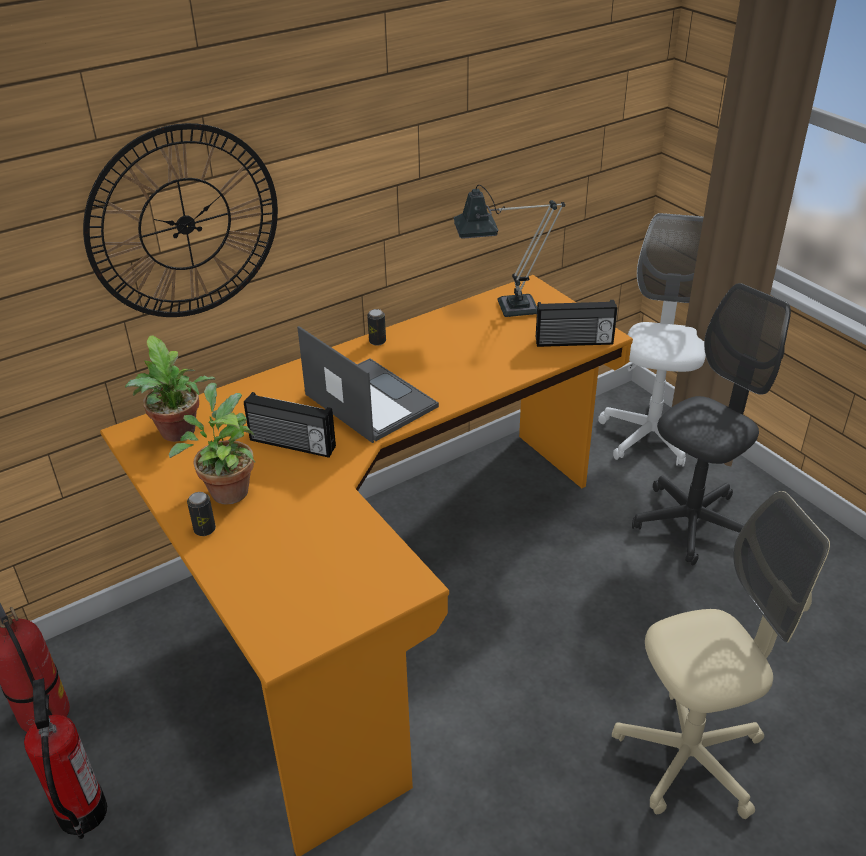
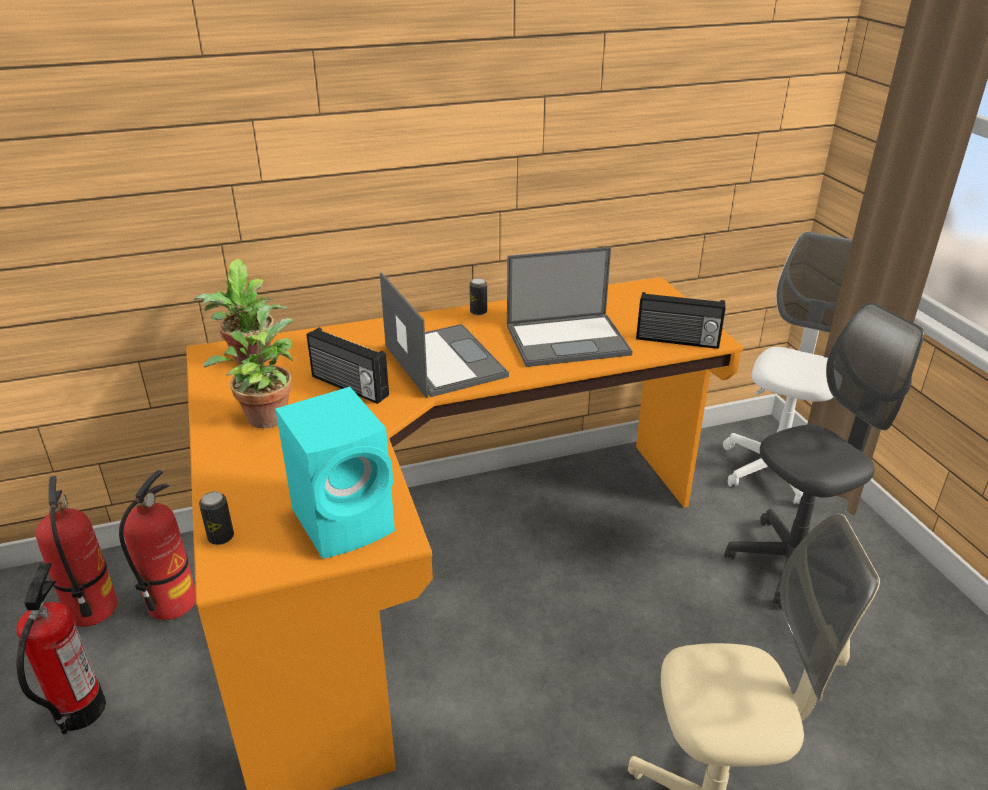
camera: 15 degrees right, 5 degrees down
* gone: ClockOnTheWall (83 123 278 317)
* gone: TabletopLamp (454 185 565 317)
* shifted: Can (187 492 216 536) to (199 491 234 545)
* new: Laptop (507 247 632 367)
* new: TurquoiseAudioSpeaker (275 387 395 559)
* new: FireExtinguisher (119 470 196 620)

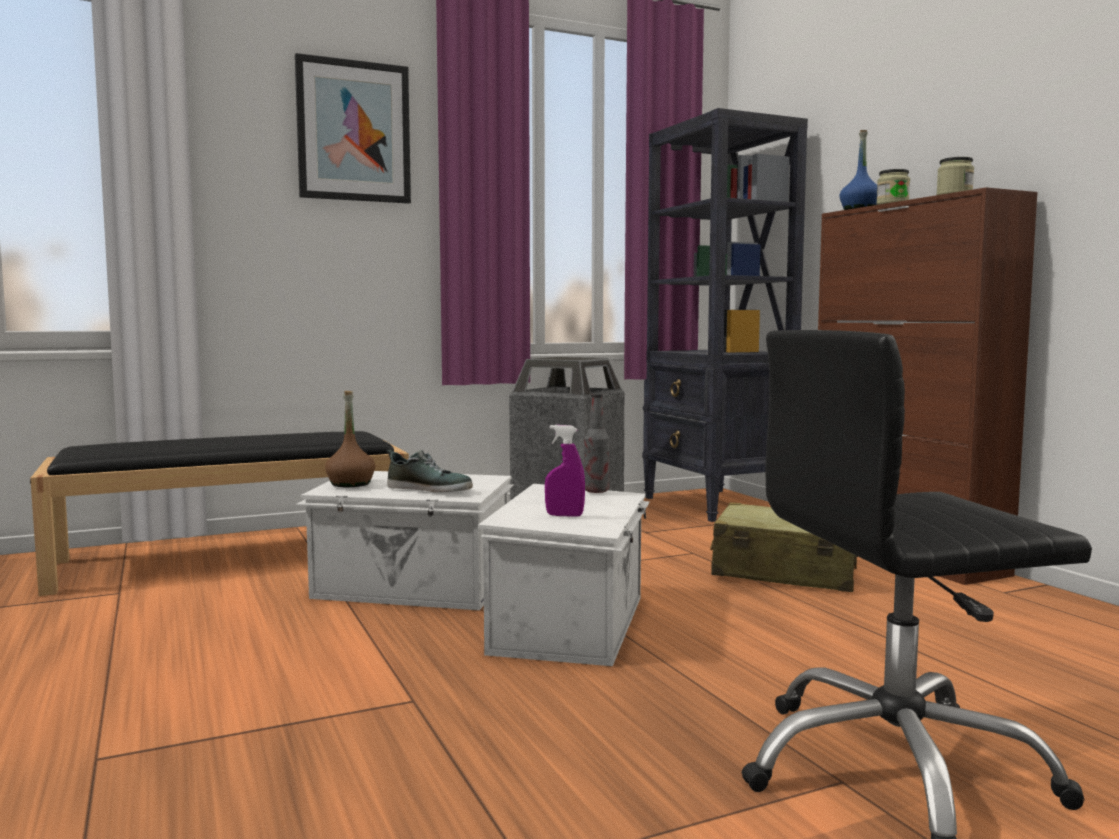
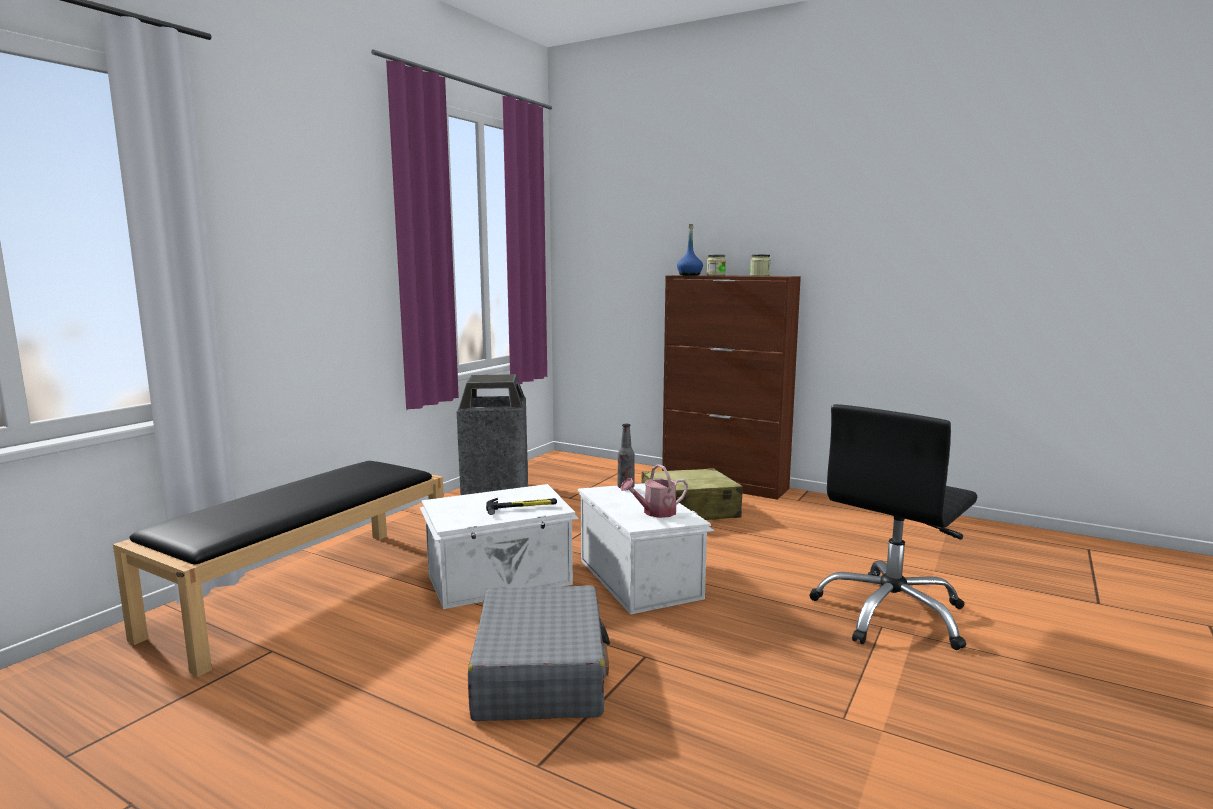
camera: 35 degrees left, 5 degrees up
* gone: Picture (295 53 411 204)
* gone: BlackColouredShelvingUnit (642 108 808 522)
* gone: BrownishBeverageBottle (325 391 375 487)
* swapped: PurpleColouredSprayBottle (545 425 585 517) to WateringCan (620 464 688 518)
* swapped: Shoe (387 450 473 492) to HandHammer (486 498 557 515)
* new: GrayPieceOfLuggage (468 585 610 721)

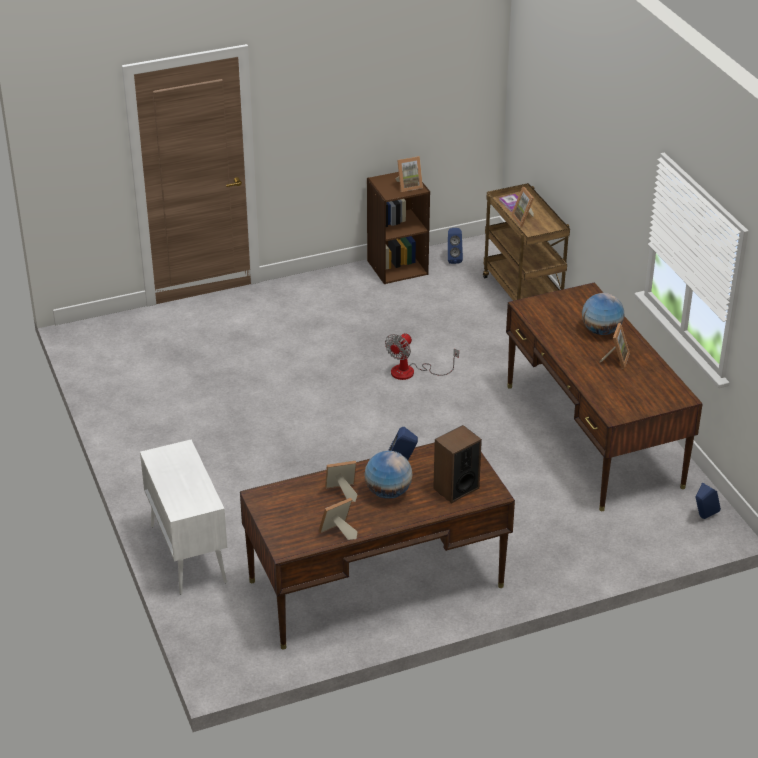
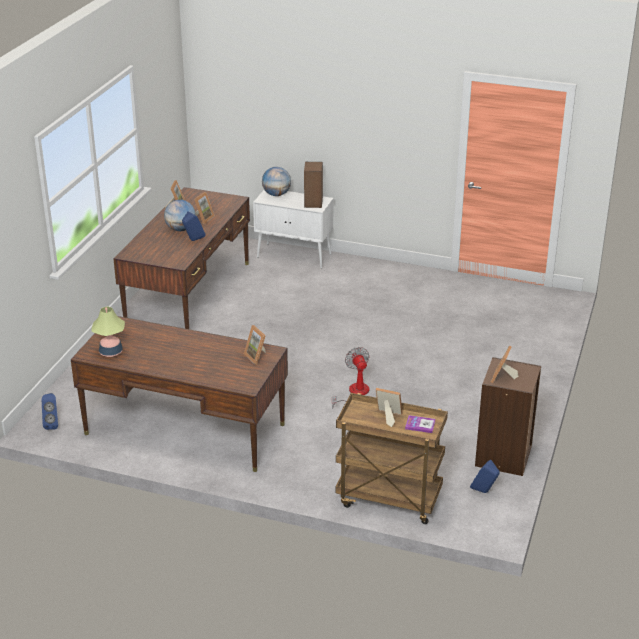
camera: 130 degrees right, 5 degrees down
* shifted: WorldGlobe (582 293 624 335) to (262 167 291 196)
* shifted: StandingFrame (600 323 630 369) to (244 325 266 365)
* shifted: AudioSpeaker (433 425 482 503) to (304 162 323 208)
* new: TabletopLamp (91 307 125 357)

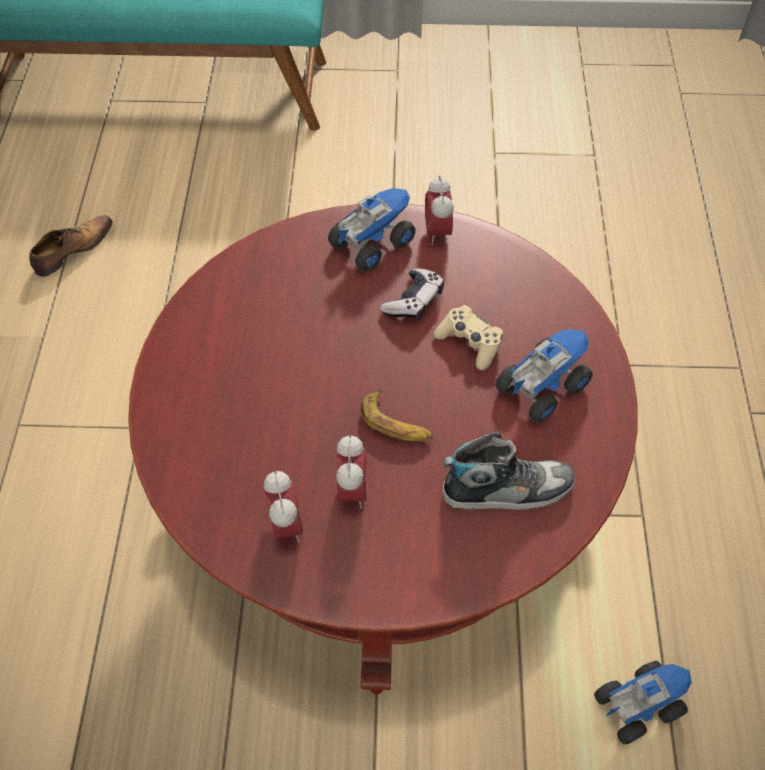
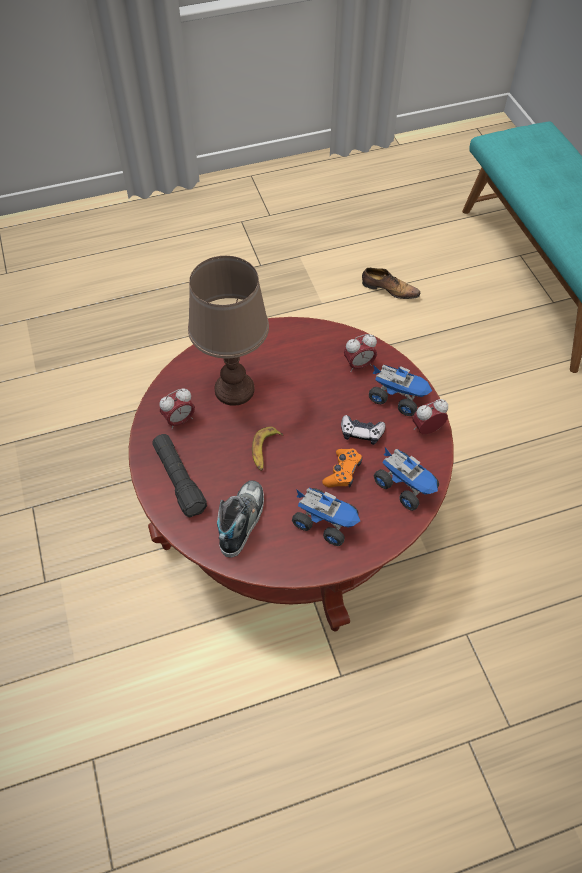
camera: 70 degrees right, 0 degrees up
* repainted: SandColouredJoypad (433 305 503 370) to OrangeColouredJoypad (322 449 362 487)
* rotated: Shoe (443 431 575 510) = (217 481 264 558) 135 degrees counterclockwise
* shifted: AlarmClock (336 435 367 509) to (344 334 377 372)
* shifted: ToyTruck (594 661 692 744) to (374 447 439 511)
* new: BrownishTabletopLamp (188 256 269 406)
* new: BlackColouredTorch (152 434 207 518)

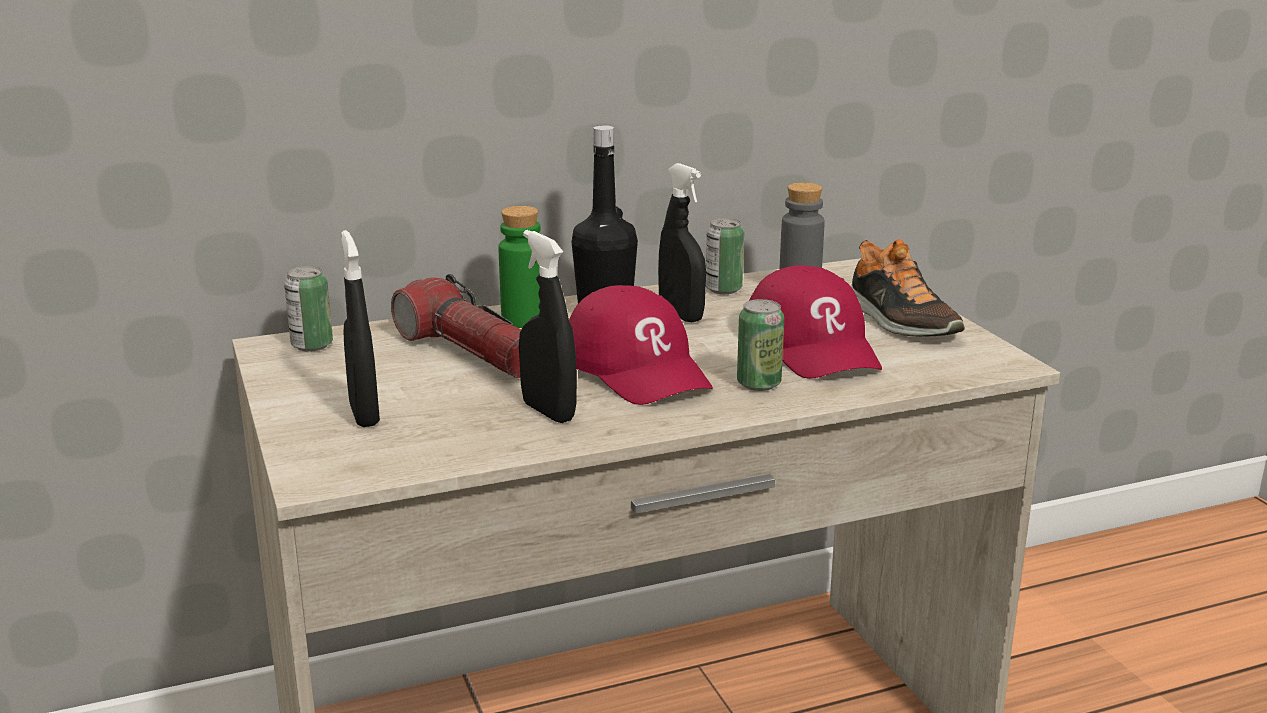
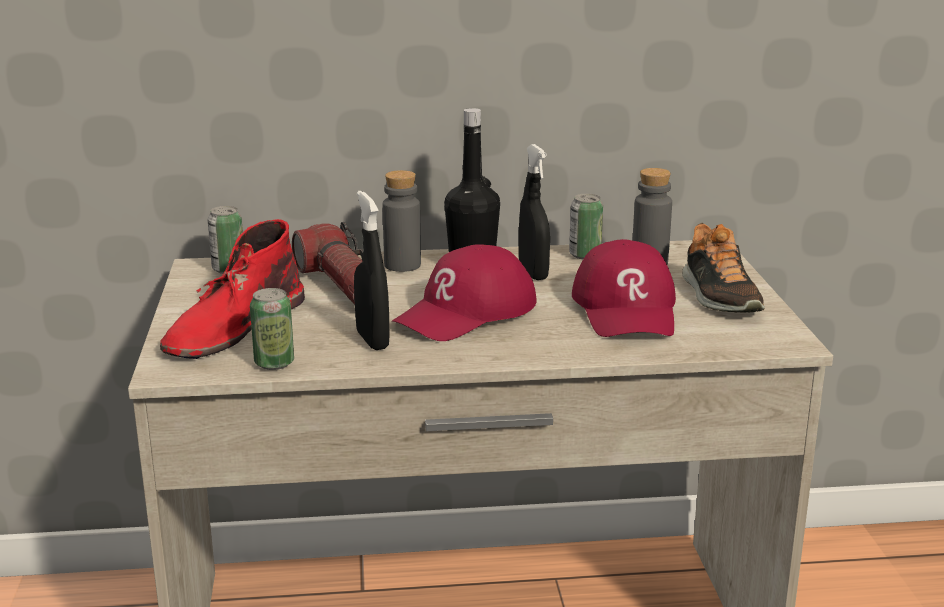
camera: 15 degrees right, 0 degrees up
* repainted: GreenColouredBeverageBottle (499 206 540 328) to GrayBeverageBottle (383 170 421 272)
* swapped: BlackColouredSprayBottle (341 230 380 427) to RedColouredHighTopBoot (160 219 305 359)
* rotated: RedColouredPeakedCap (569 285 713 405) = (392 244 537 341) 60 degrees clockwise
* shifted: Can (737 299 784 391) to (250 288 294 370)

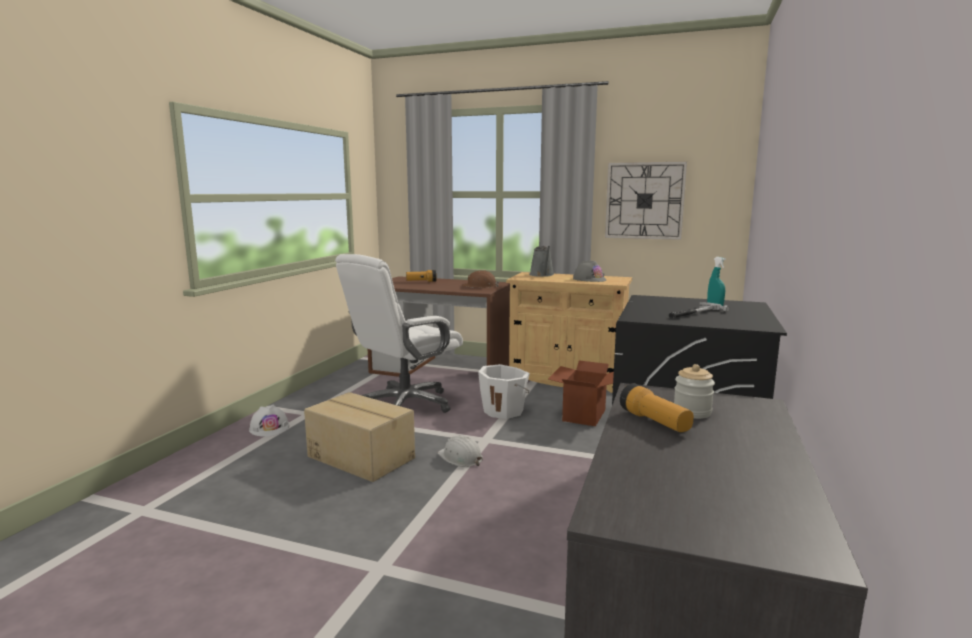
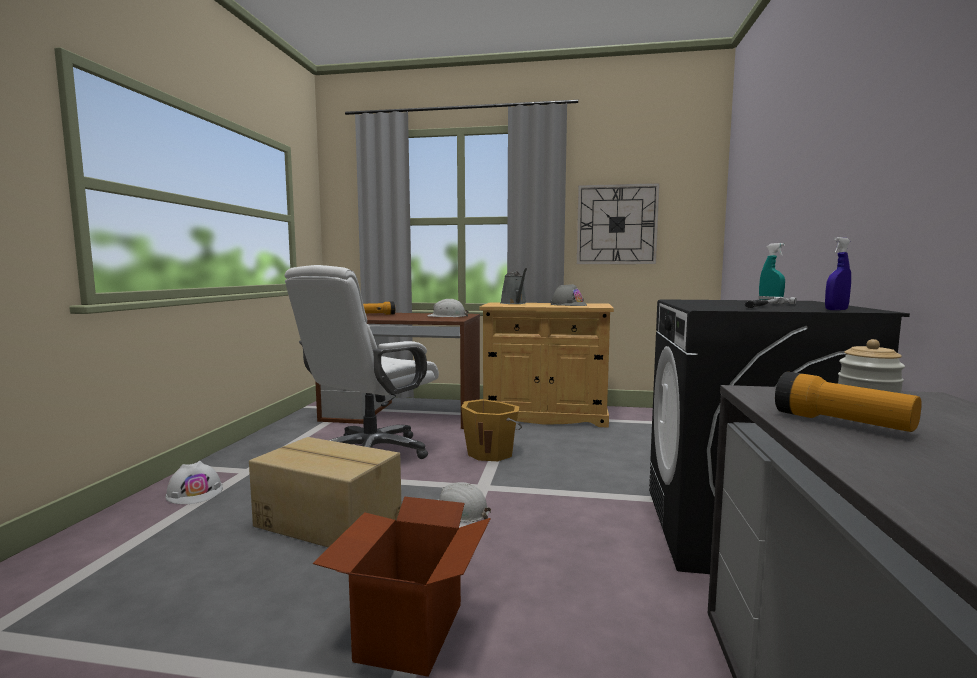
camera: 10 degrees left, 5 degrees down
* repainted: BrownishHardHat (462 270 499 288) to WhiteHardHat (427 299 469 317)
* shifted: PackingBox (548 360 614 426) to (313 497 491 677)
* repainted: WhiteBucket (478 364 530 419) to OrangeColouredBucket (461 399 522 461)
* new: BluishSprayBottle (825 237 851 310)

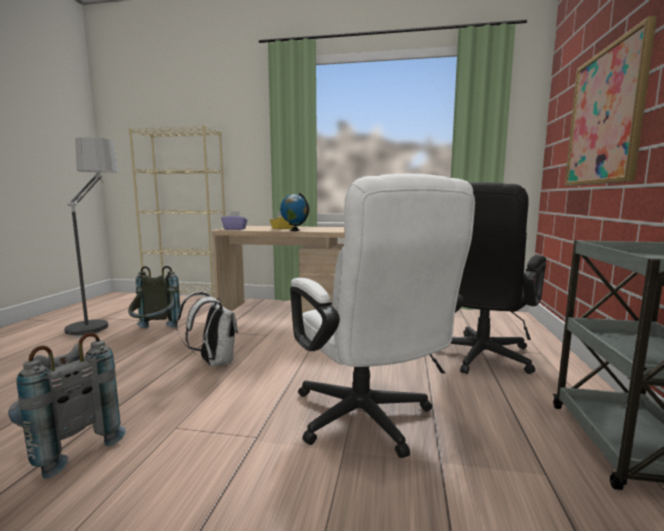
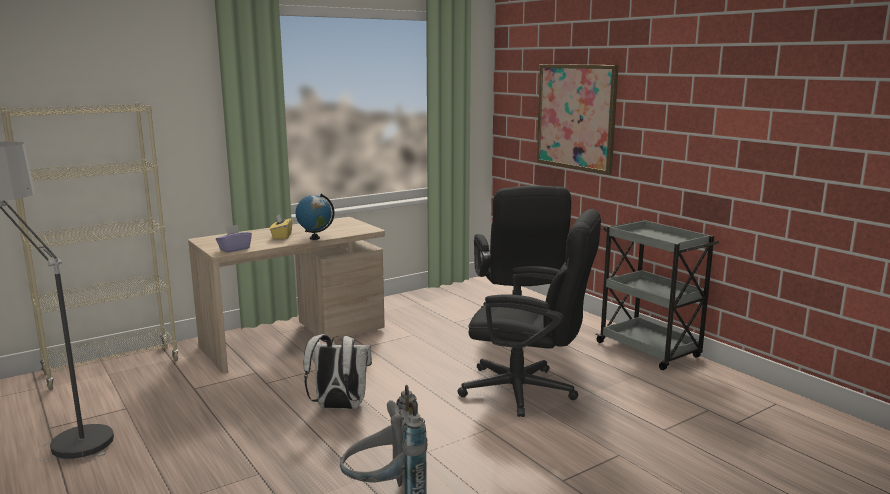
camera: 45 degrees left, 5 degrees up
* repainted: WhiteOfficeChair (290 174 475 458) to BlackColouredOfficeChair (458 209 601 417)
* gone: GrayRucksack (128 266 181 328)

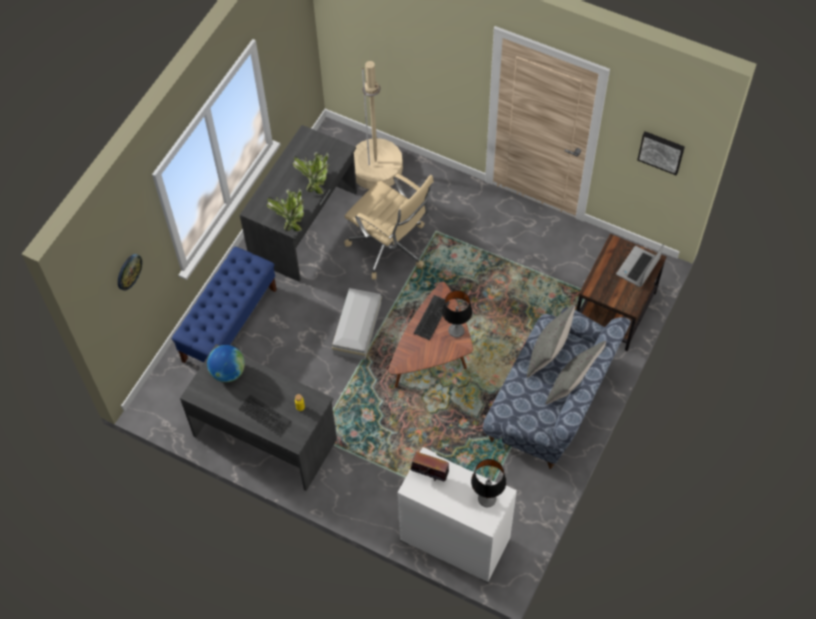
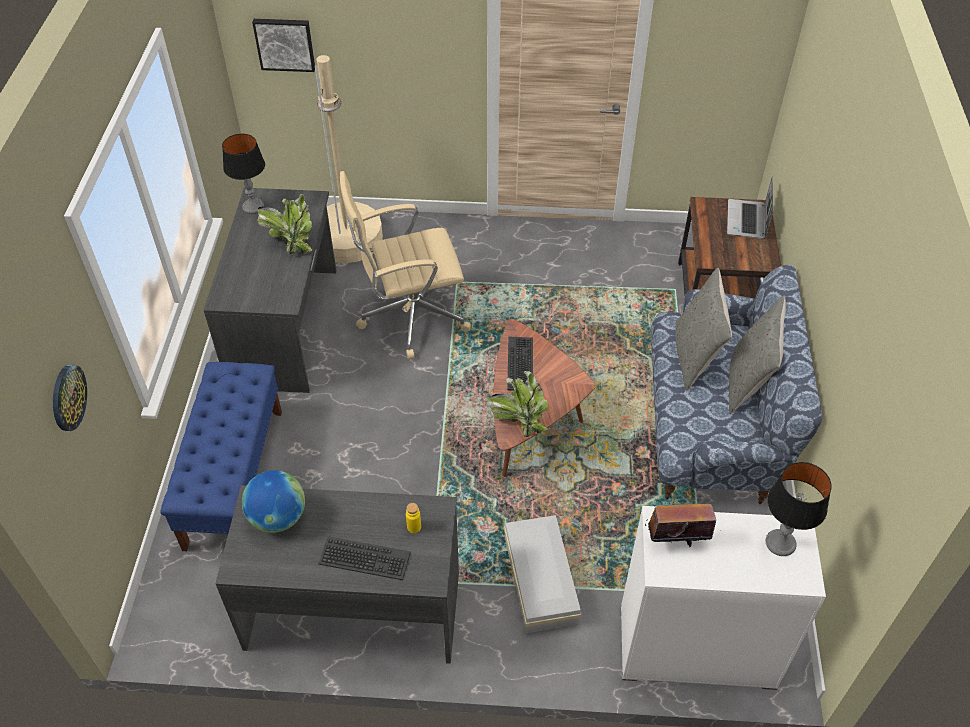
camera: 25 degrees left, 10 degrees down
* shifted: Picture (637 131 685 175) to (252 19 315 72)
* rotated: SandColouredOfficeChair (344 174 434 280) = (340 171 471 360) 150 degrees clockwise
* shifted: PottedPlant (267 189 304 231) to (487 371 549 437)
* shifted: WhiteStorageContainer (332 288 382 360) to (504 515 581 633)
* shifted: TabletopLamp (442 290 472 338) to (222 134 265 214)

